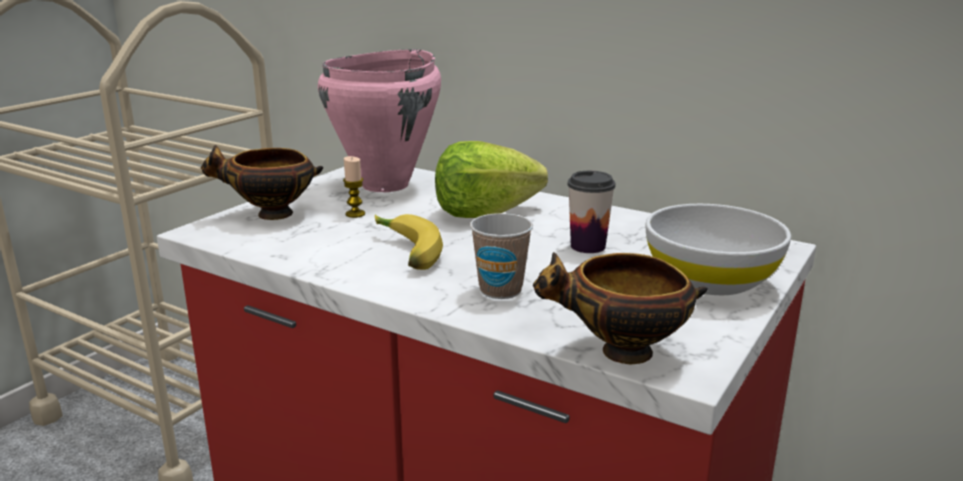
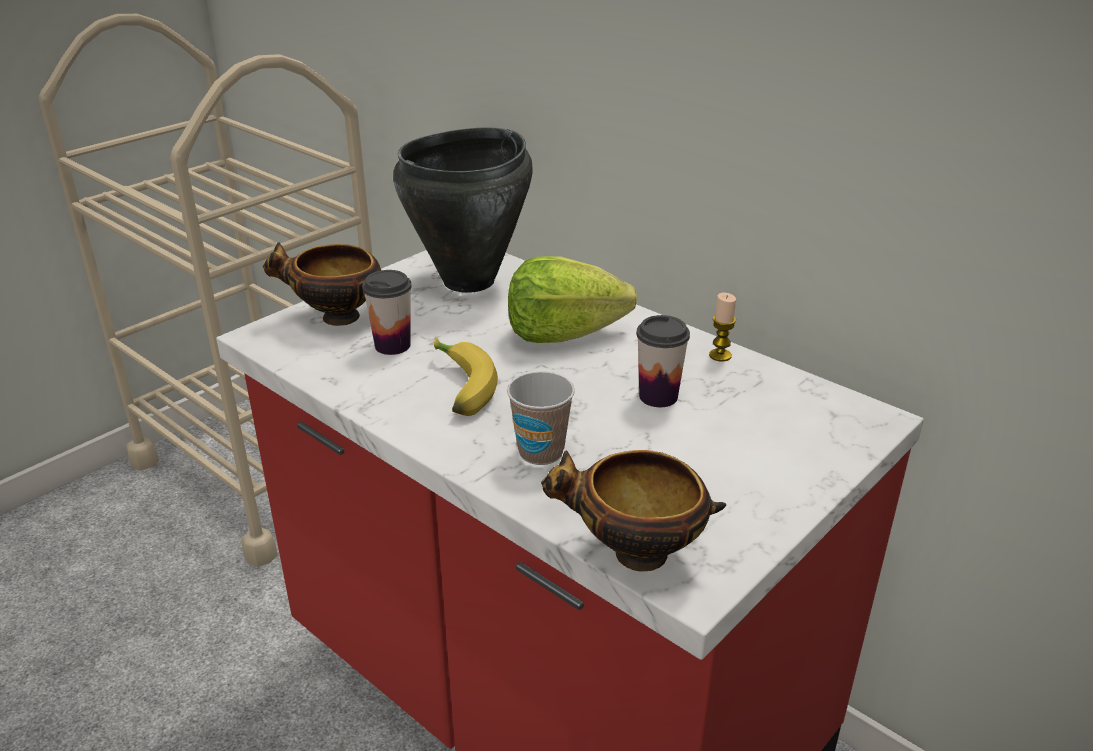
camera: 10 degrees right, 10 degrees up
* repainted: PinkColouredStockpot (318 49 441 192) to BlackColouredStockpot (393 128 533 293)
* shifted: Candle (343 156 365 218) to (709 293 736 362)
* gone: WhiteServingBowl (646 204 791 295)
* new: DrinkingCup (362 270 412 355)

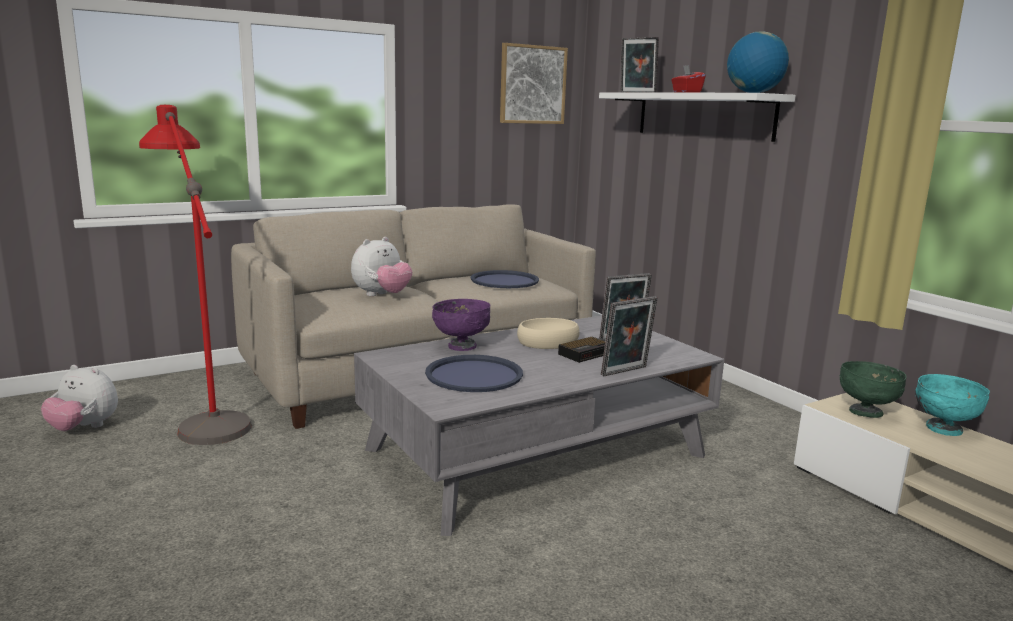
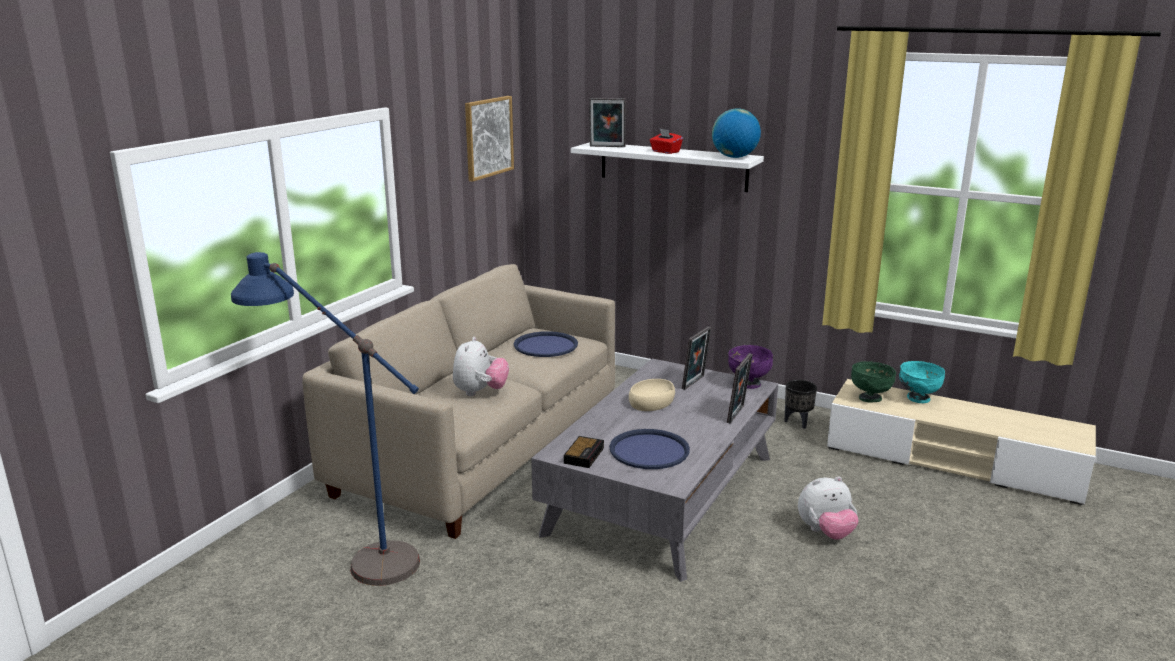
camera: 30 degrees left, 5 degrees up
* repainted: RedColouredStandingLamp (139 105 252 445) to BluishStandingLamp (231 252 420 586)
* shifted: PurpleColouredServingBowl (432 299 490 351) to (728 345 773 389)
* shifted: AlarmClock (558 337 605 363) to (564 436 604 468)
* shifted: PlushToy (41 365 118 431) to (798 476 859 540)
* new: BlackColouredFlowerPot (784 380 817 429)

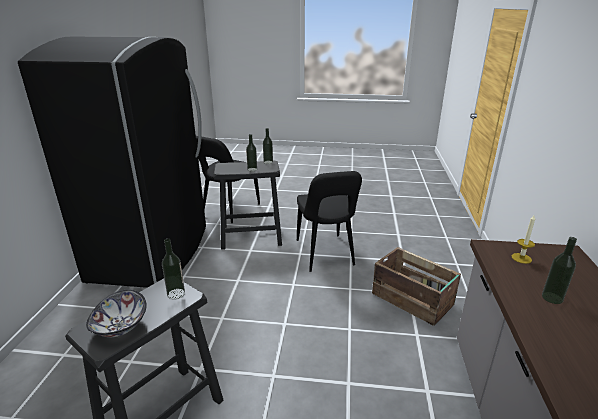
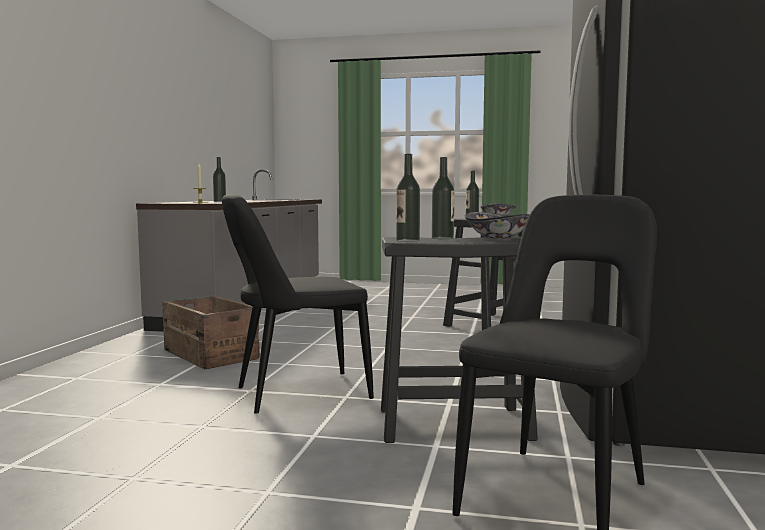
camera: 175 degrees left, 20 degrees down
* rotated: BlackColouredPlainChair (297 171 362 272) = (222 194 374 414) 105 degrees counterclockwise
* new: ServingBowl (465 212 530 239)

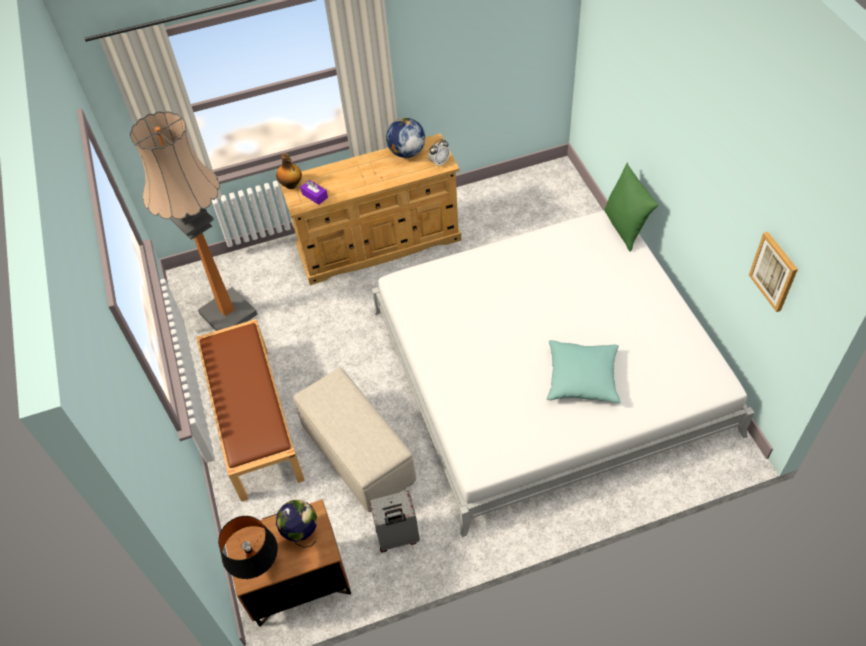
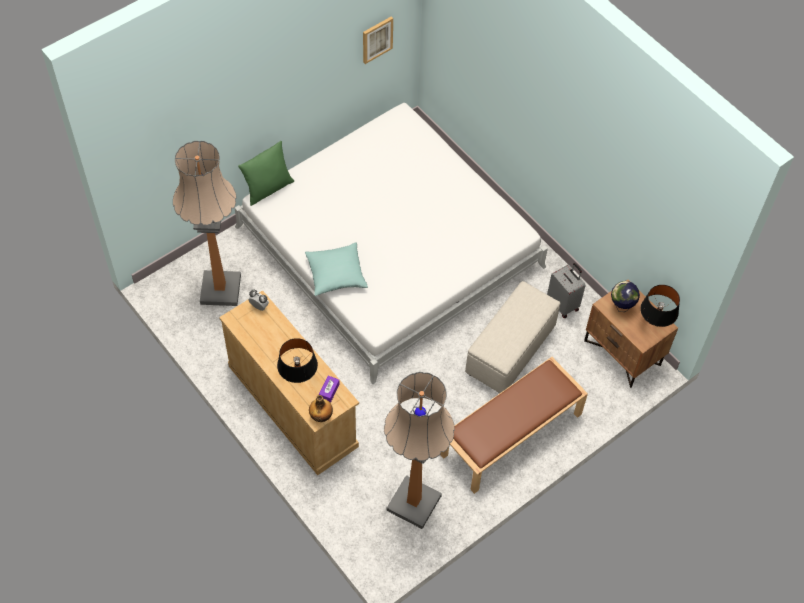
camera: 115 degrees left, 5 degrees up
* gone: WorldGlobe (386 118 425 158)
* shifted: TurquoisePillow (547 340 620 403) to (305 243 368 296)
* new: StandingLamp (173 141 241 306)
* new: BlackColouredTabletopLamp (277 338 318 383)

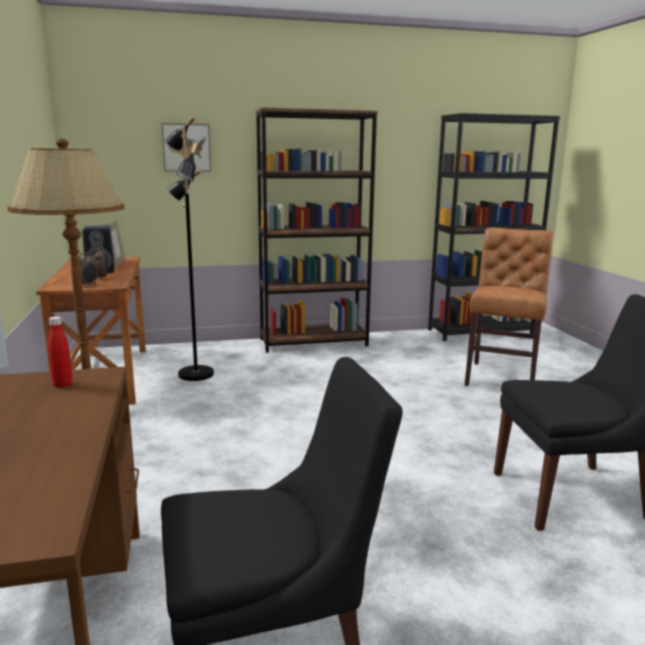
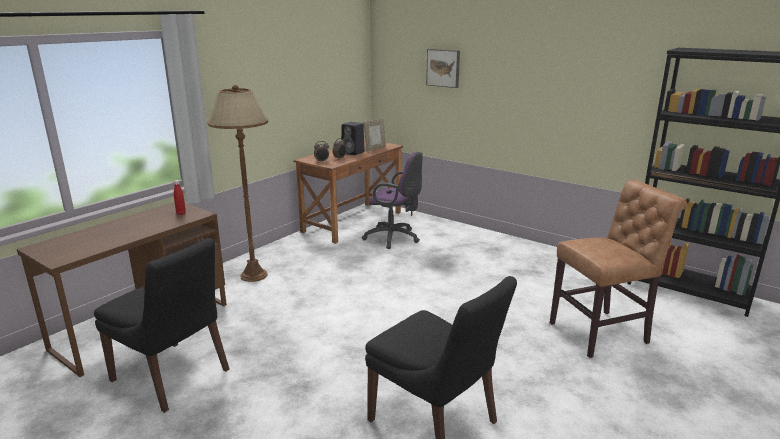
camera: 50 degrees right, 5 degrees up
* gone: BrownishShelvingUnit (256 107 378 353)
* swapped: BlackColouredStandingLamp (165 115 214 381) to PurpleColouredOfficeChair (362 152 423 249)

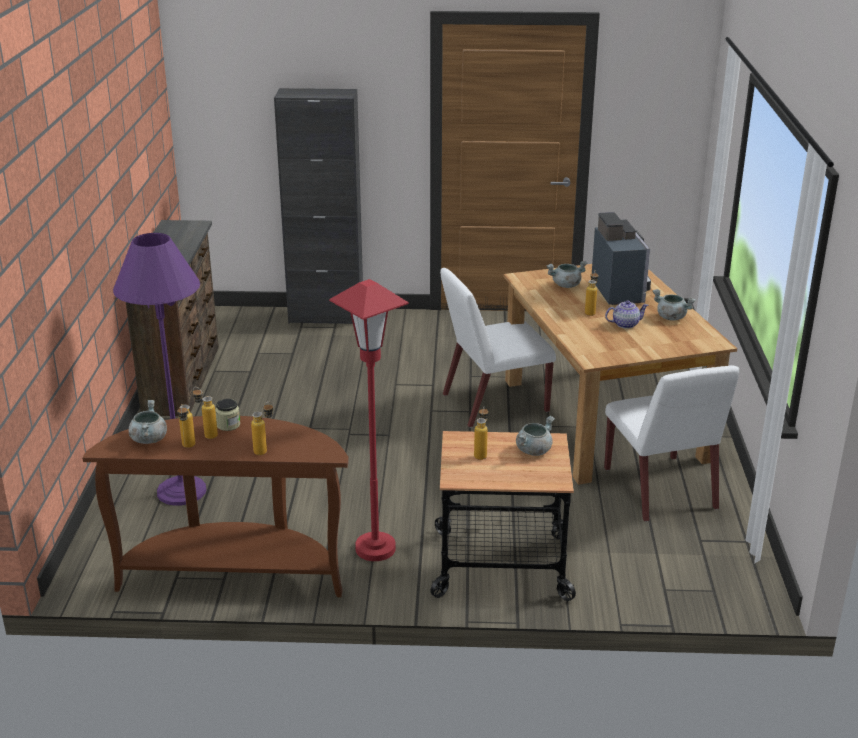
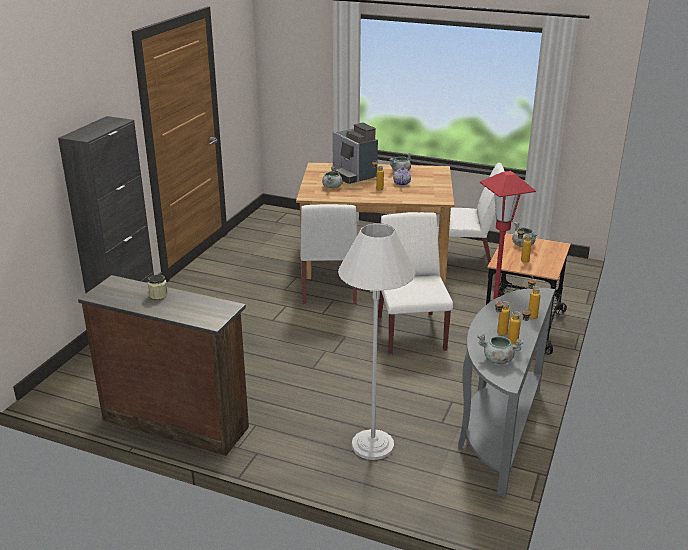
camera: 70 degrees left, 0 degrees up
* rotated: CoffeeMaker (592 212 651 305) = (332 123 378 184) 135 degrees counterclockwise
* repainted: PurpleColouredStandingLamp (113 233 207 506) to WhiteStandingLamp (338 223 415 460)
* shifted: PreserveJar (215 399 240 431) to (148 274 168 299)
* repainted: BrownishConsoleTable (82 416 349 597) to GrayConsoleTable (458 288 555 497)
* new: WhitePlainChair (378 212 453 355)

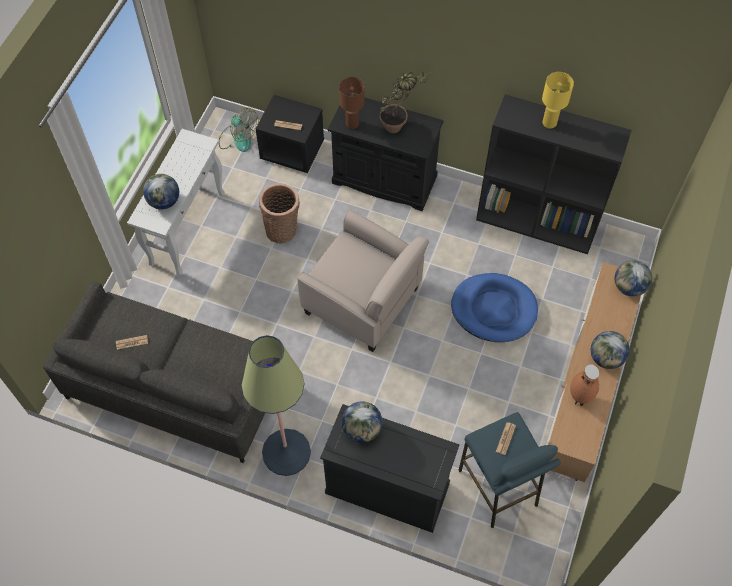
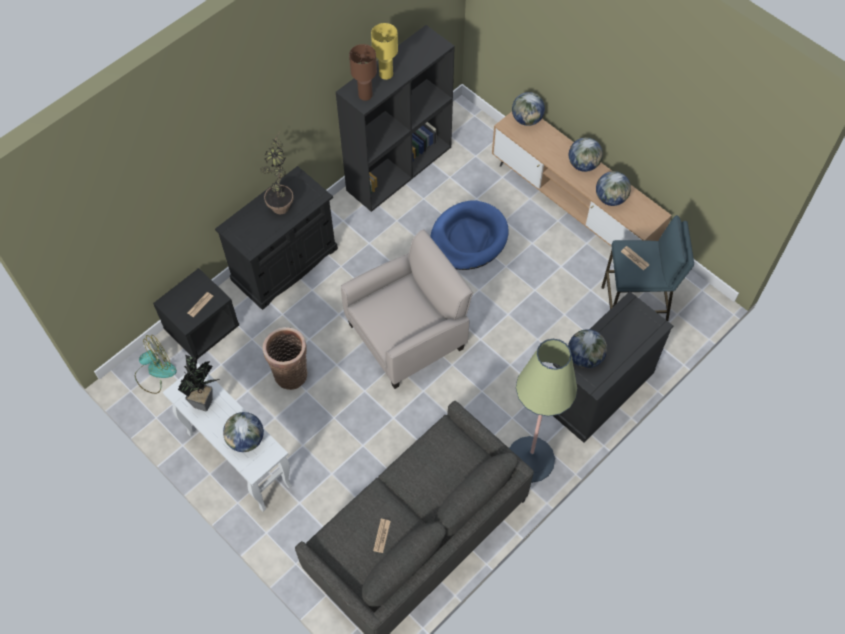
camera: 65 degrees left, 0 degrees up
* shifted: BrownishTabletopLamp (339 77 365 129) to (349 44 377 101)
* swapped: BrownishDecorativeVase (570 364 599 406) to WorldGlobe (596 171 631 206)
* new: PottedPlant (178 355 220 411)

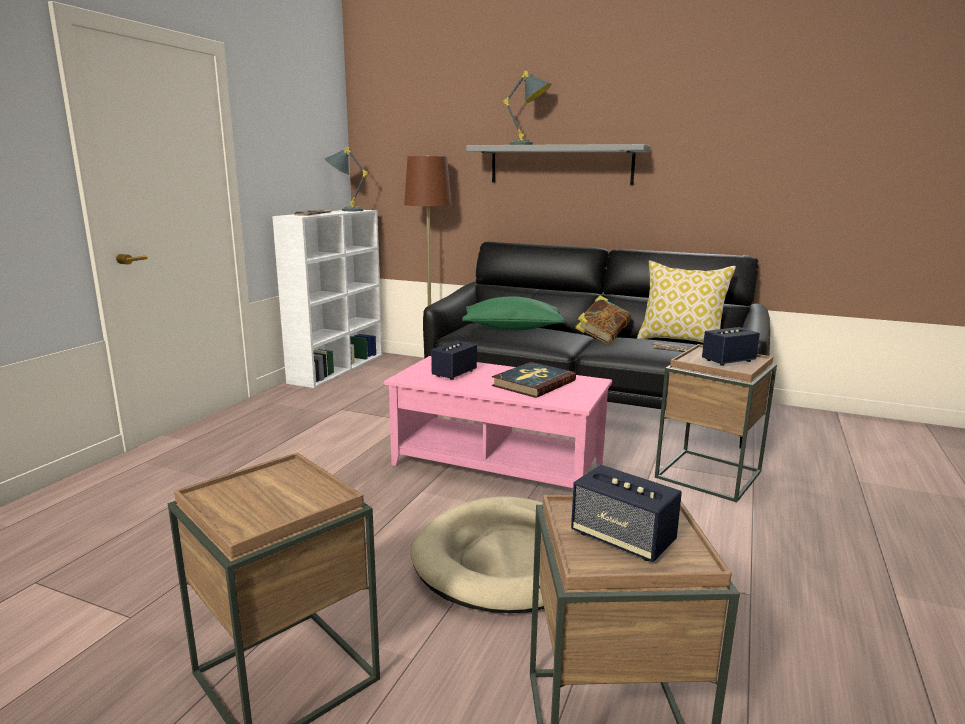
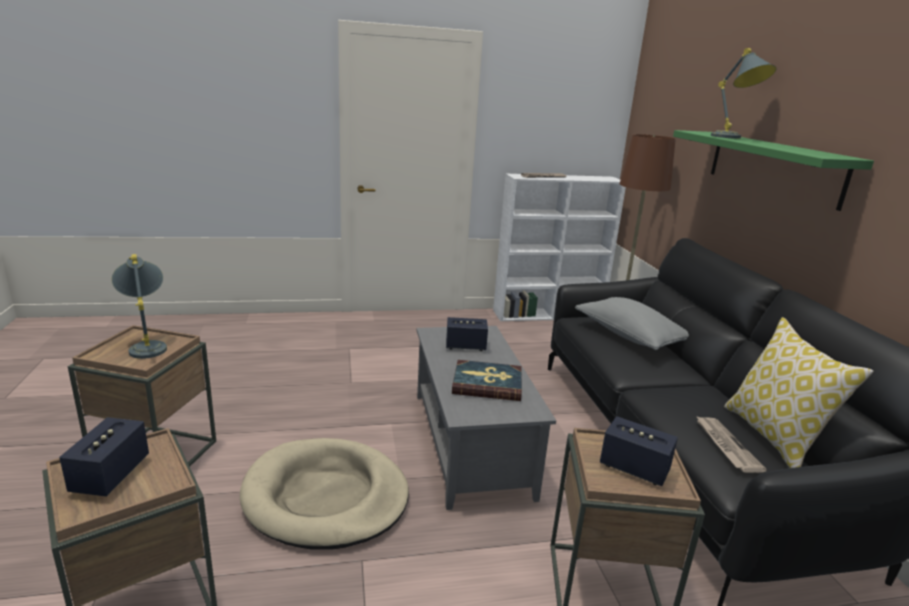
camera: 55 degrees right, 5 degrees up
* repainted: GrayWallShelf (466 144 651 185) to GreenColouredWallShelf (673 130 874 211)
* shifted: GrayTabletopLamp (325 147 368 211) to (112 254 167 359)
* gone: Volume (575 295 631 344)
* repainted: GreenColouredPillow (462 297 565 330) to GrayPillow (575 297 689 350)
* repainted: PinkColouredLowTable (384 356 612 488) to GrayLowTable (416 326 556 510)

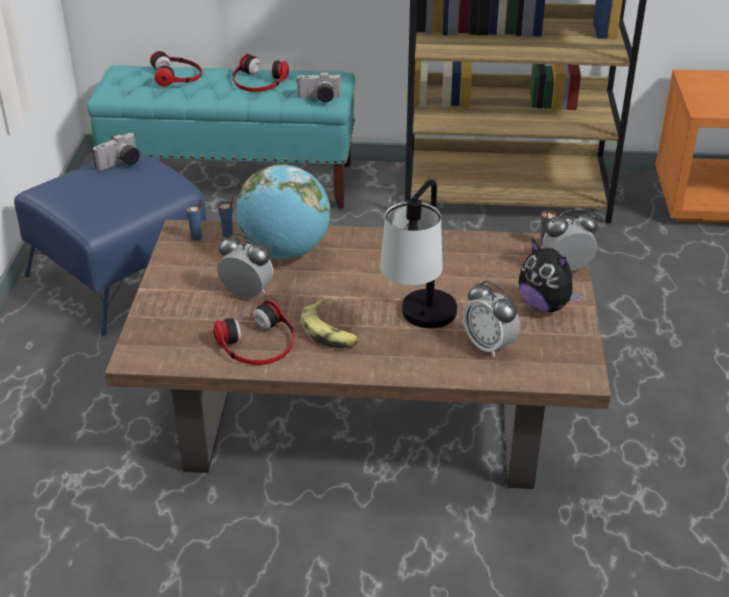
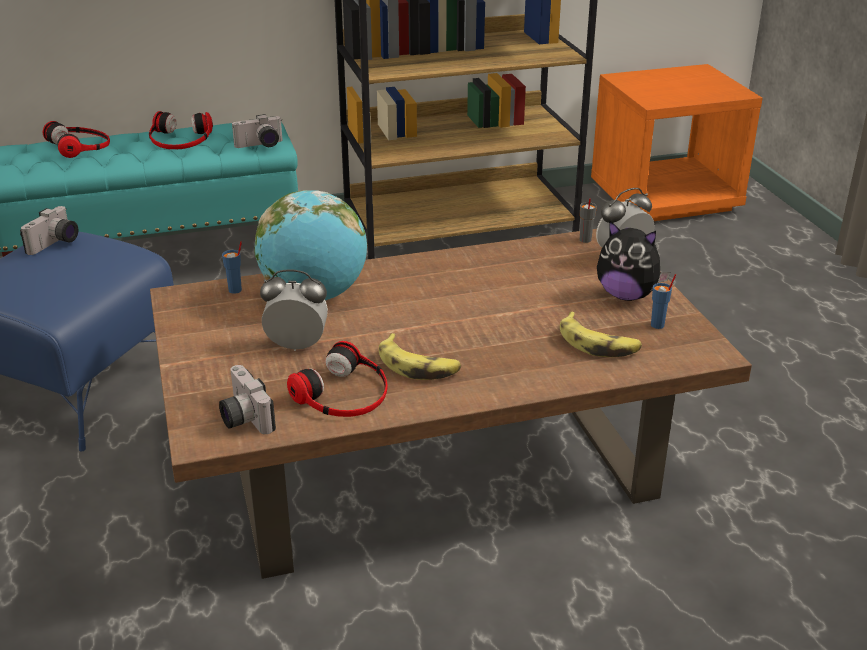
camera: 20 degrees left, 5 degrees down
* gone: TabletopLamp (380 179 457 328)
* shifted: BluishDrinkingCup (186 199 202 240) to (651 274 676 329)
* swapped: AlarmClock (463 280 520 358) to Banana (560 312 642 357)
* new: PhotoCamera (219 365 276 434)

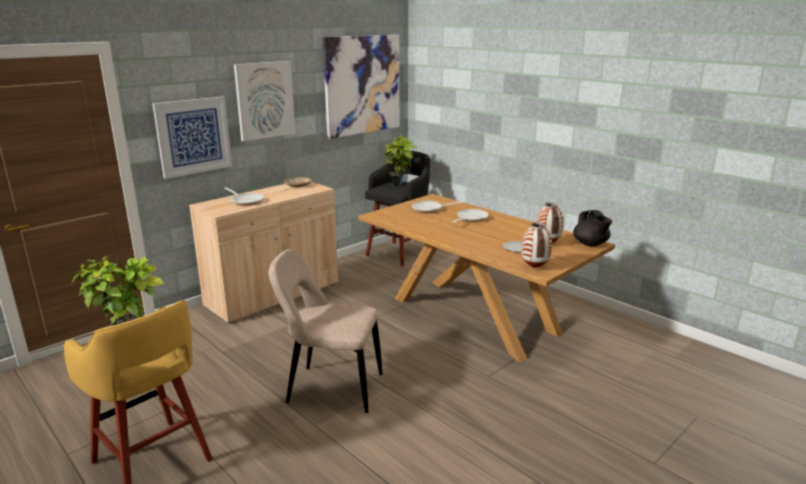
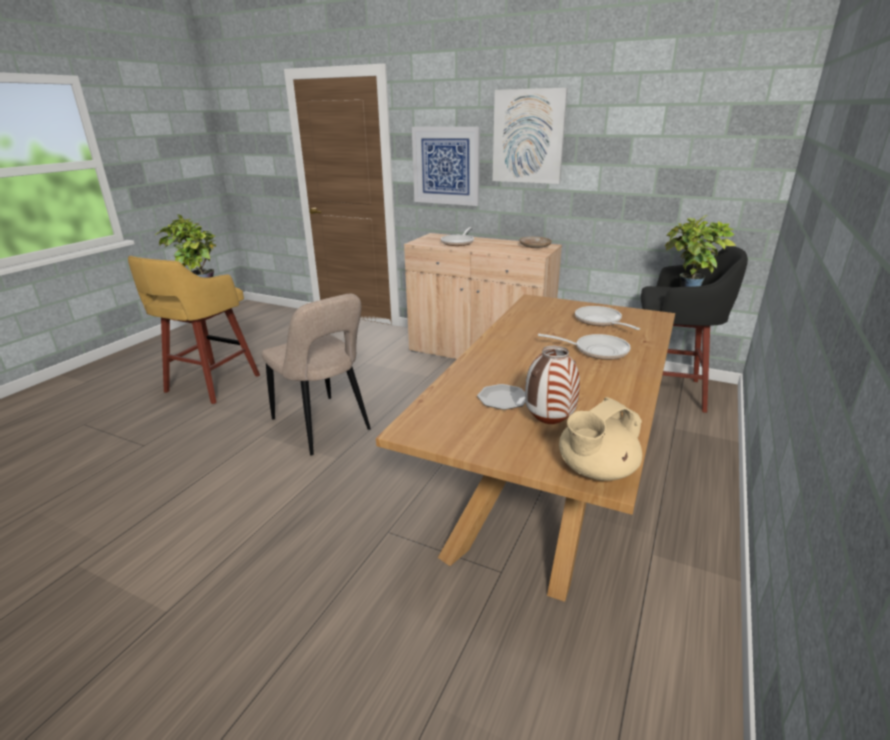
camera: 70 degrees right, 5 degrees up
* gone: Picture (323 35 399 139)
* repainted: BlackColouredTeaPot (573 210 612 246) to SandColouredTeaPot (559 397 642 481)
* gone: DecorativeVase (521 222 552 268)
* rotated: SandColouredPlainChair (268 249 382 413) = (262 294 371 455) 150 degrees clockwise

